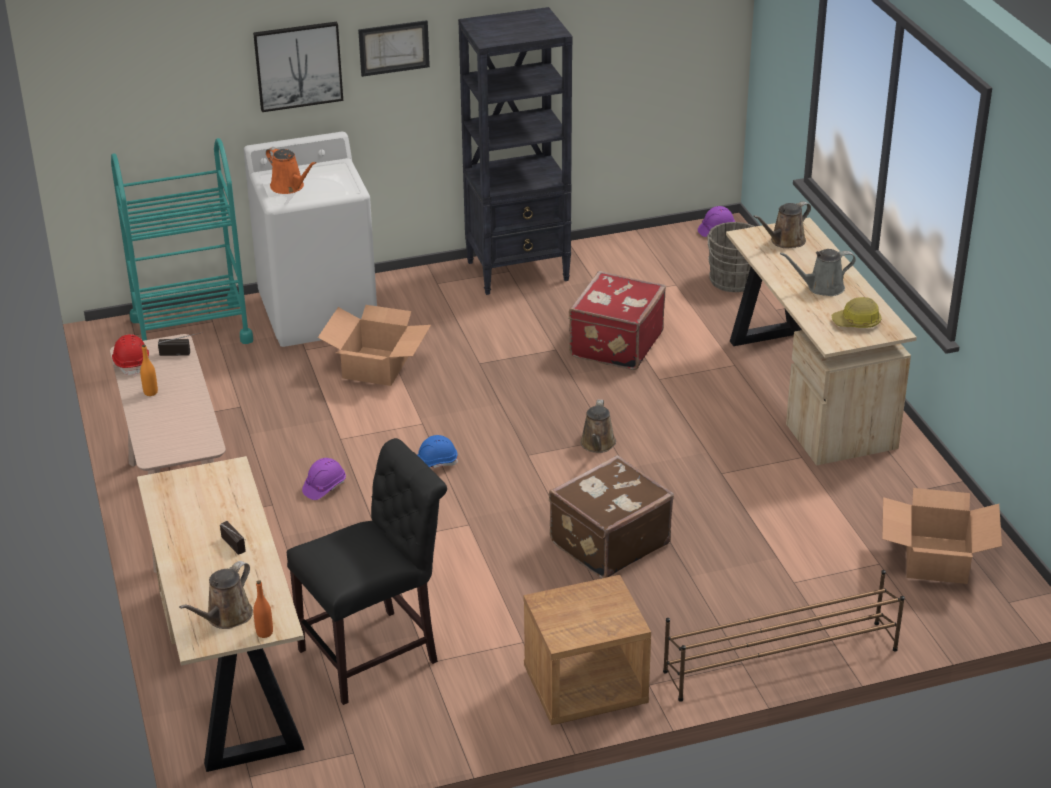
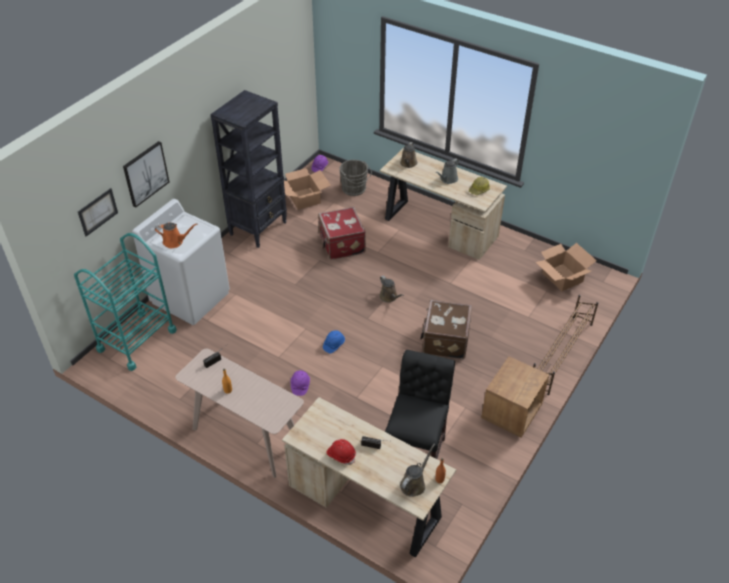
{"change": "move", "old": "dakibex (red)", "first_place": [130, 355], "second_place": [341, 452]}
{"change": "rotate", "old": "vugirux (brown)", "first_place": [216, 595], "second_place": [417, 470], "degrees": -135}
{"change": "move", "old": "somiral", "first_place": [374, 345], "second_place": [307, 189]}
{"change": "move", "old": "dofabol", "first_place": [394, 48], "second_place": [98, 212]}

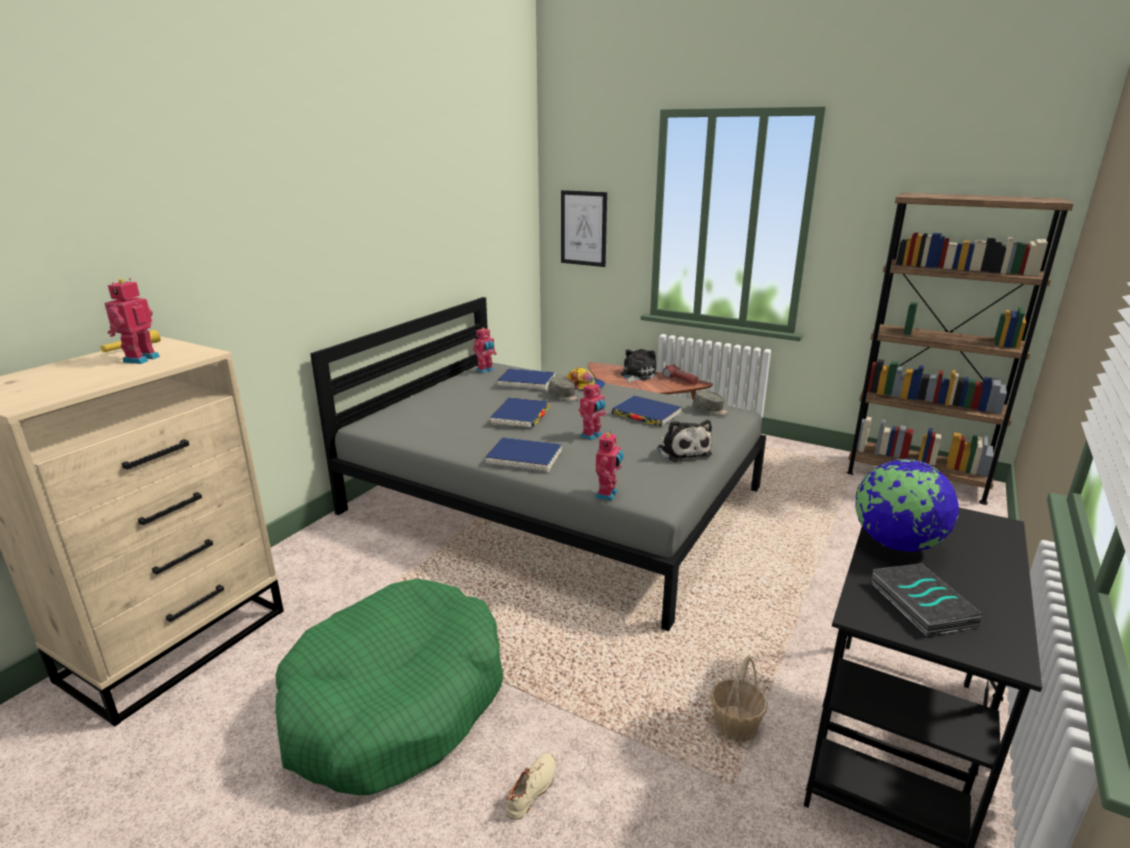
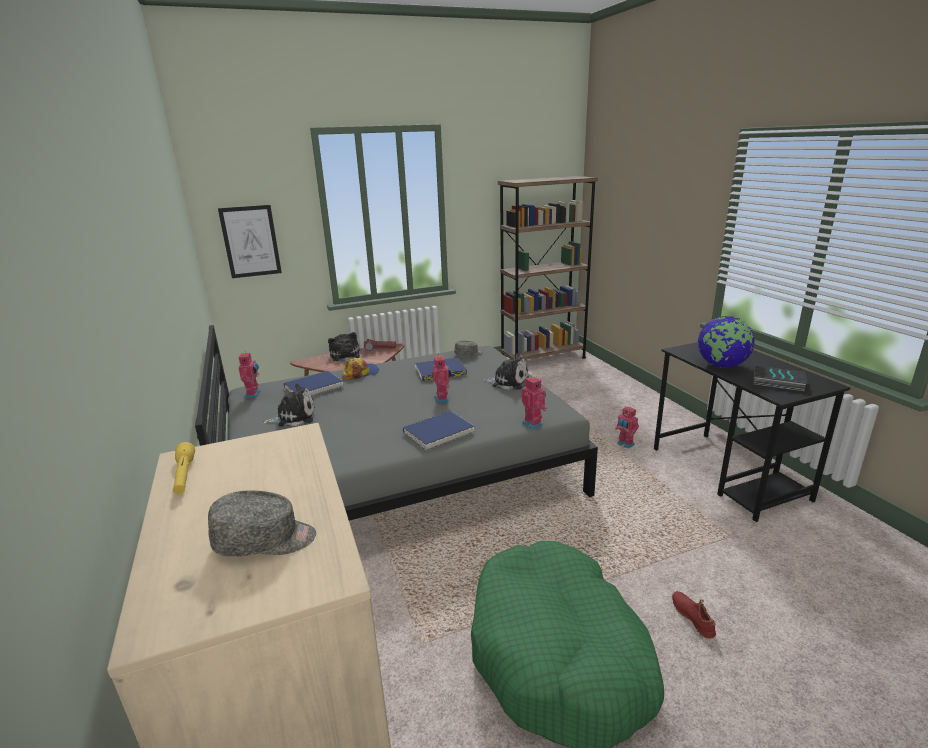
{"change": "move", "old": "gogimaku", "first_place": [132, 321], "second_place": [627, 427]}
{"change": "delete", "old": "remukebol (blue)", "first_place": [519, 412]}
{"change": "recolor", "old": "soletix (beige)", "new": "soletix (red)", "first_place": [530, 786], "second_place": [694, 615]}
{"change": "move", "old": "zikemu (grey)", "first_place": [563, 389], "second_place": [262, 523]}
{"change": "delete", "old": "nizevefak", "first_place": [739, 699]}
{"change": "insert", "new": "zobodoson", "second_place": [288, 405]}

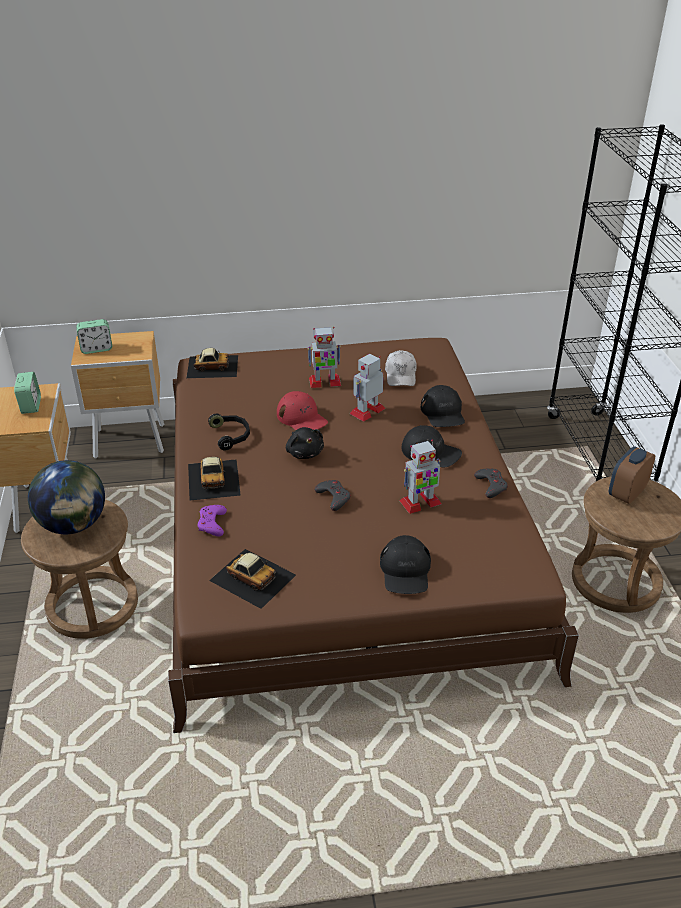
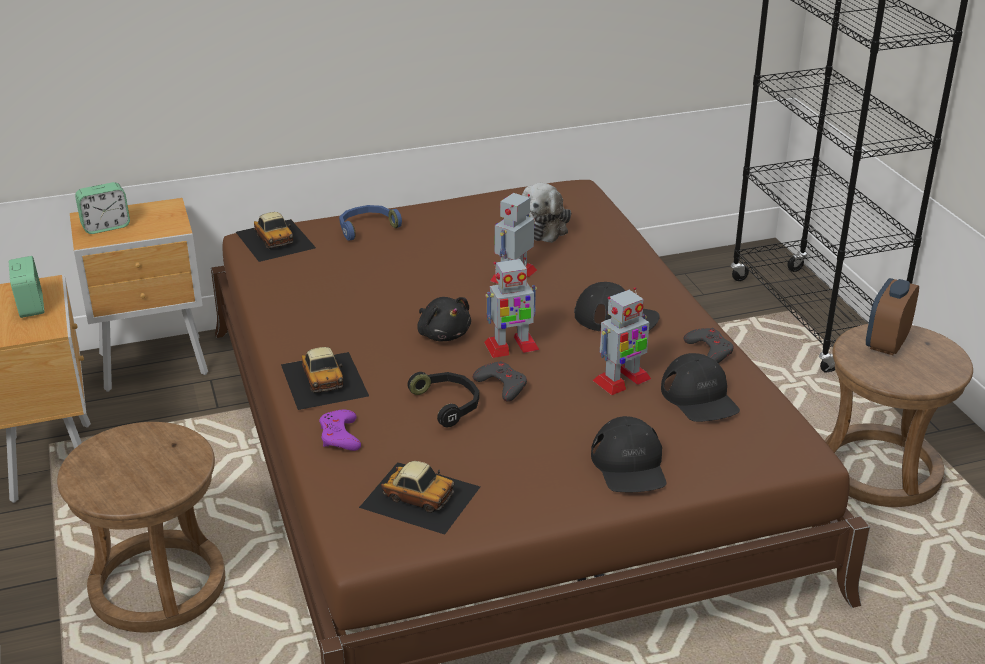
{"change": "delete", "old": "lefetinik", "first_place": [66, 497]}
{"change": "rotate", "old": "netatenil", "first_place": [212, 363], "second_place": [276, 237], "degrees": 75}
{"change": "move", "old": "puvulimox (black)", "first_place": [229, 432], "second_place": [443, 399]}
{"change": "delete", "old": "zikemu (red)", "first_place": [302, 410]}
{"change": "move", "old": "gogimaku", "first_place": [324, 357], "second_place": [511, 307]}
{"change": "replace", "old": "zikemu (white)", "new": "zobodoson", "first_place": [401, 368], "second_place": [546, 213]}
{"change": "move", "old": "zikemu (black)", "first_place": [443, 406], "second_place": [700, 387]}
{"change": "insert", "new": "puvulimox (blue)", "second_place": [370, 223]}

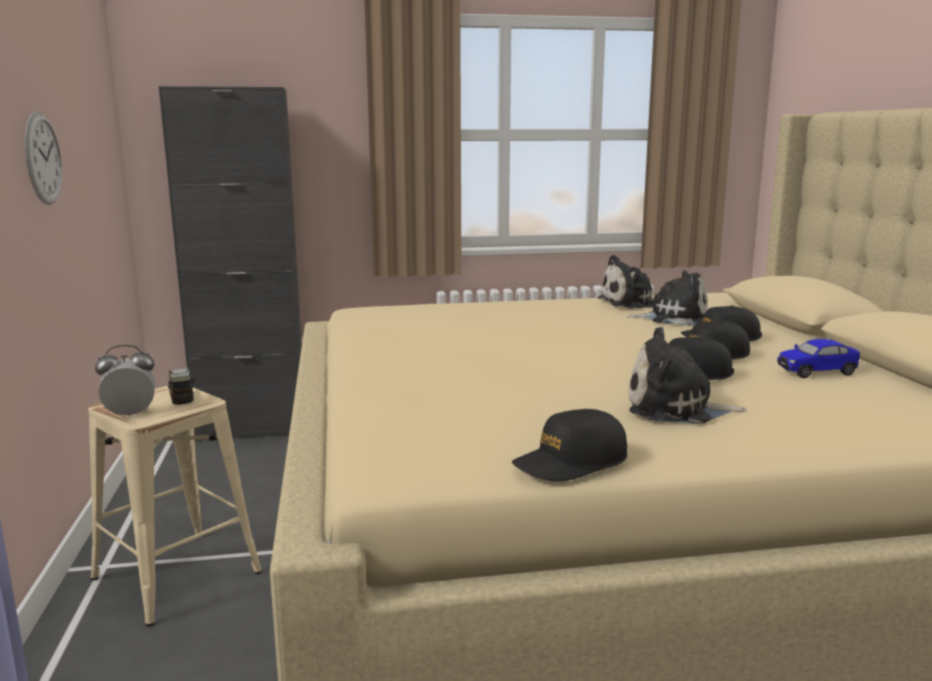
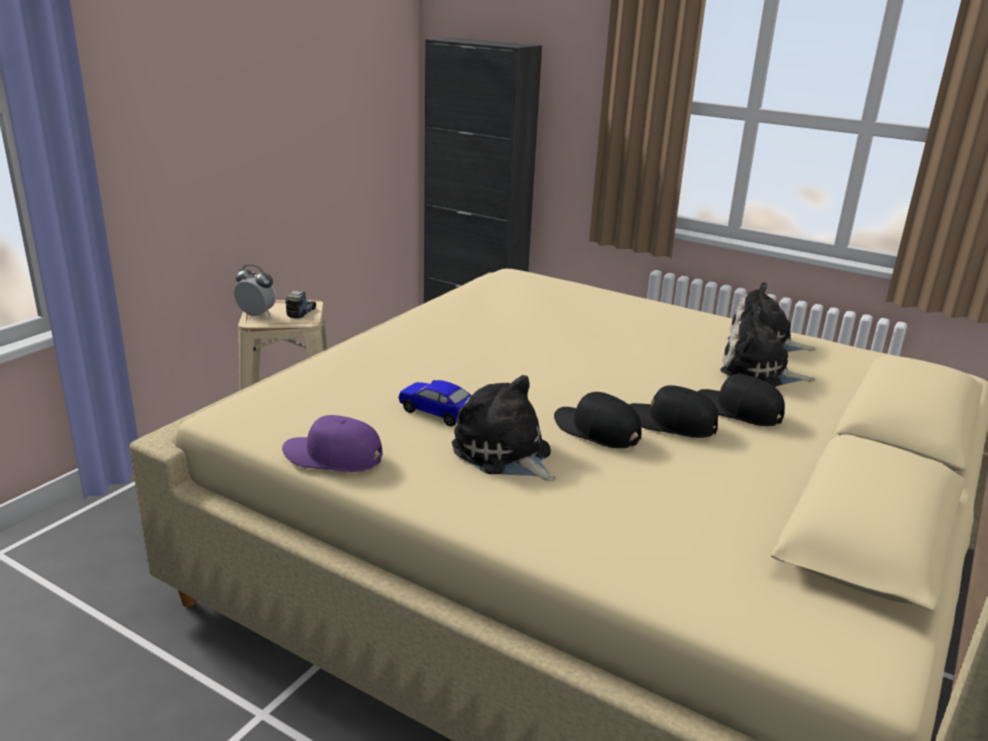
{"change": "delete", "old": "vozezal", "first_place": [43, 158]}
{"change": "recolor", "old": "zikemu (black)", "new": "zikemu (purple)", "first_place": [569, 445], "second_place": [332, 443]}
{"change": "rotate", "old": "zobodoson", "first_place": [667, 298], "second_place": [767, 347], "degrees": 150}
{"change": "move", "old": "netatenil", "first_place": [818, 358], "second_place": [435, 403]}

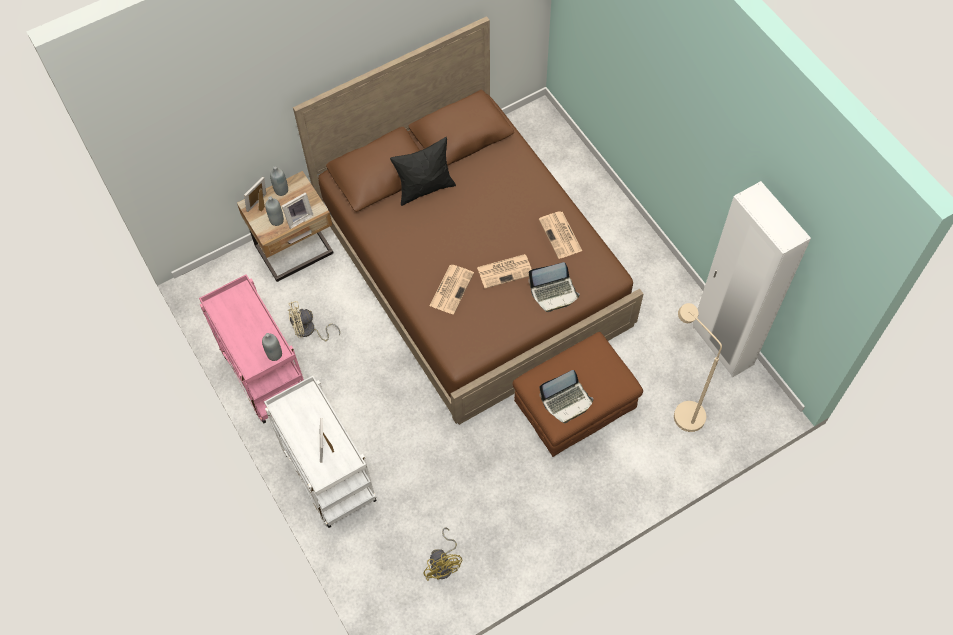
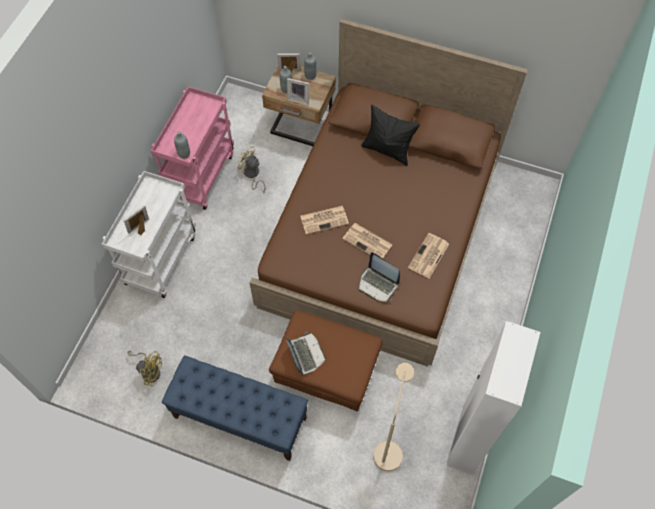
{"change": "rotate", "old": "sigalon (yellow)", "first_place": [443, 554], "second_place": [144, 368], "degrees": -105}
{"change": "rotate", "old": "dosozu", "first_place": [566, 396], "second_place": [306, 353], "degrees": -135}
{"change": "insert", "new": "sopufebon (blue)", "second_place": [235, 408]}

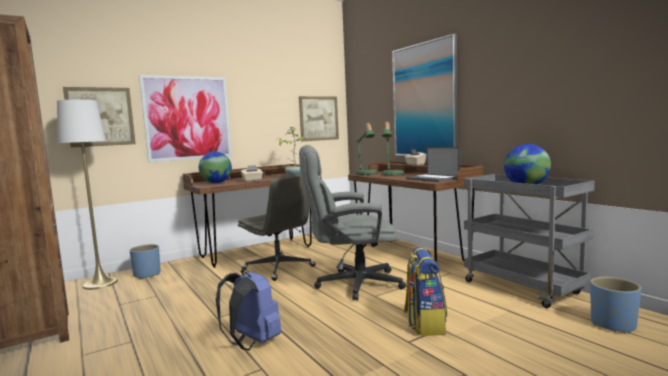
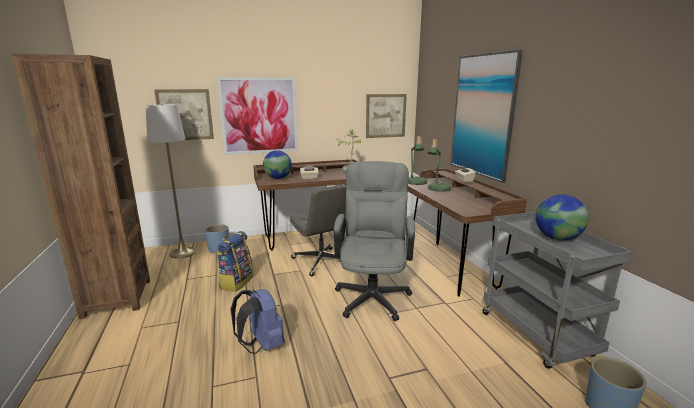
{"change": "rotate", "old": "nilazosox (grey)", "first_place": [352, 222], "second_place": [374, 241], "degrees": 90}
{"change": "move", "old": "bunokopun", "first_place": [425, 291], "second_place": [235, 261]}
{"change": "delete", "old": "dosozu", "first_place": [433, 164]}

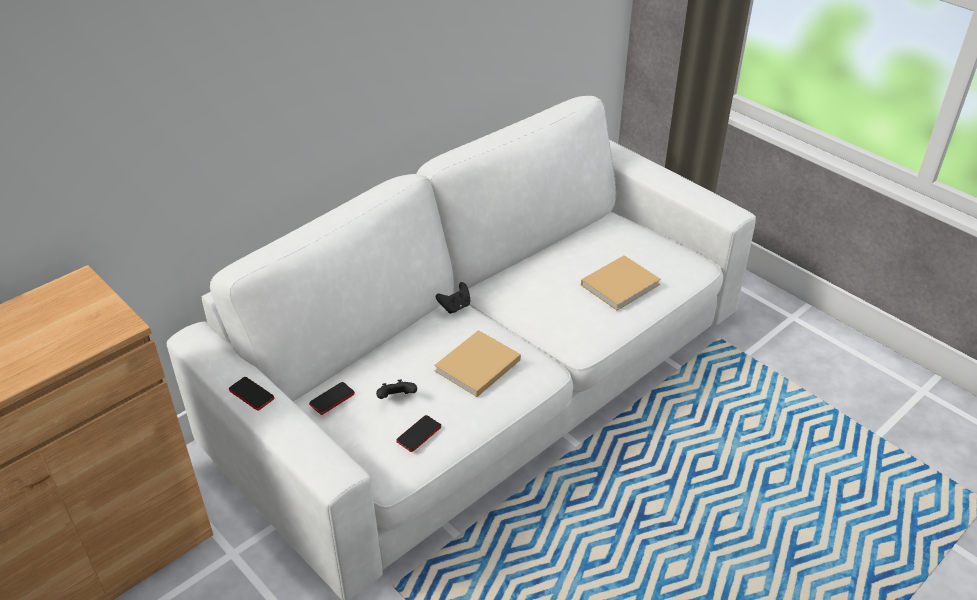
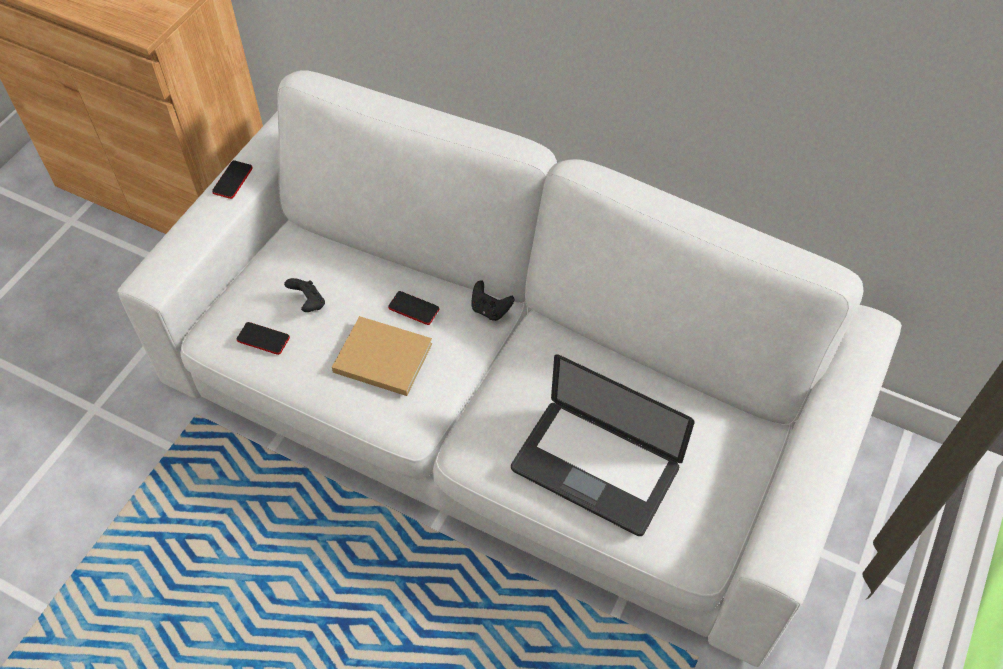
{"change": "move", "old": "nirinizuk", "first_place": [332, 398], "second_place": [413, 308]}
{"change": "replace", "old": "remukebol (beige)", "new": "dosozu", "first_place": [621, 283], "second_place": [603, 445]}

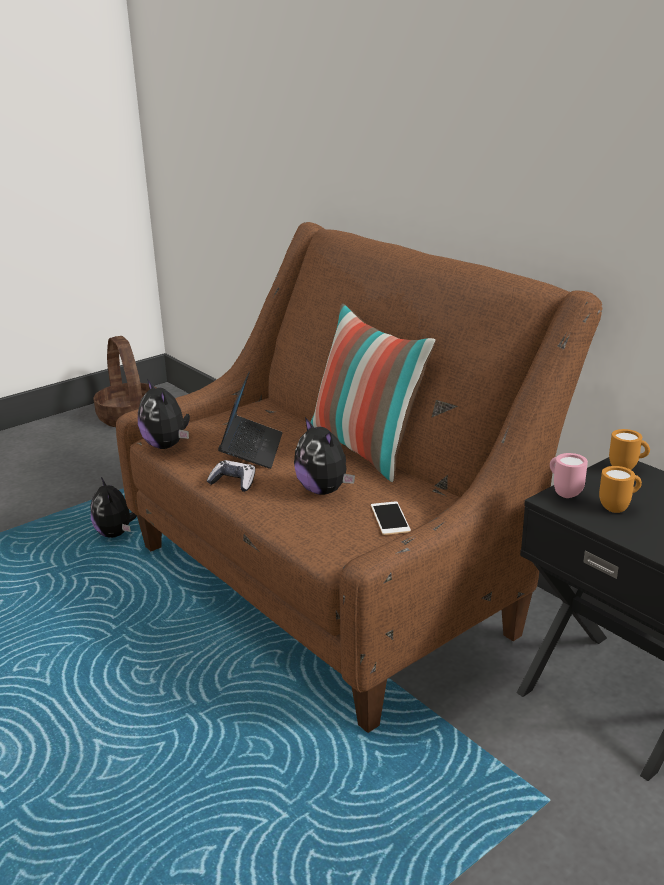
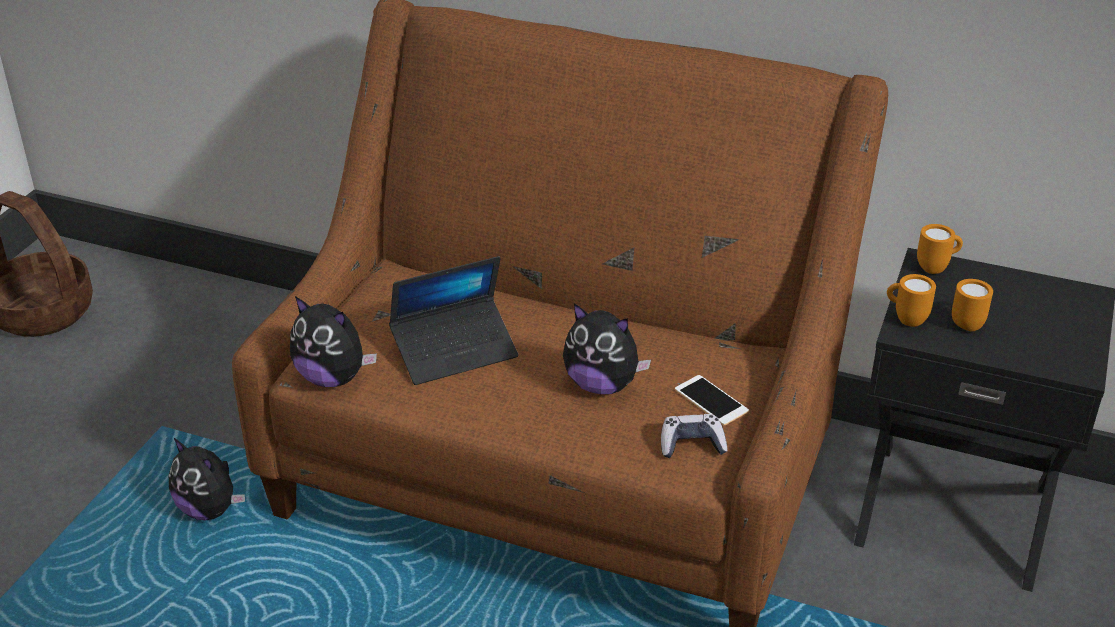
{"change": "move", "old": "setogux", "first_place": [231, 476], "second_place": [694, 436]}
{"change": "rotate", "old": "dosozu", "first_place": [250, 420], "second_place": [453, 320], "degrees": 90}
{"change": "delete", "old": "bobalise", "first_place": [373, 392]}
{"change": "recolor", "old": "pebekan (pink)", "new": "pebekan (orange)", "first_place": [569, 475], "second_place": [911, 300]}

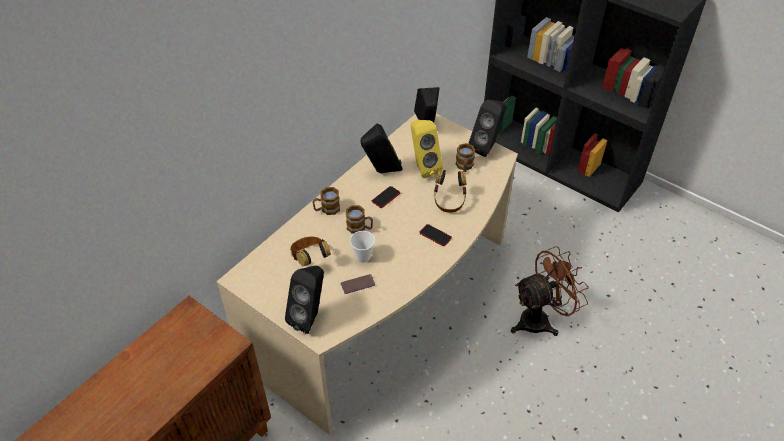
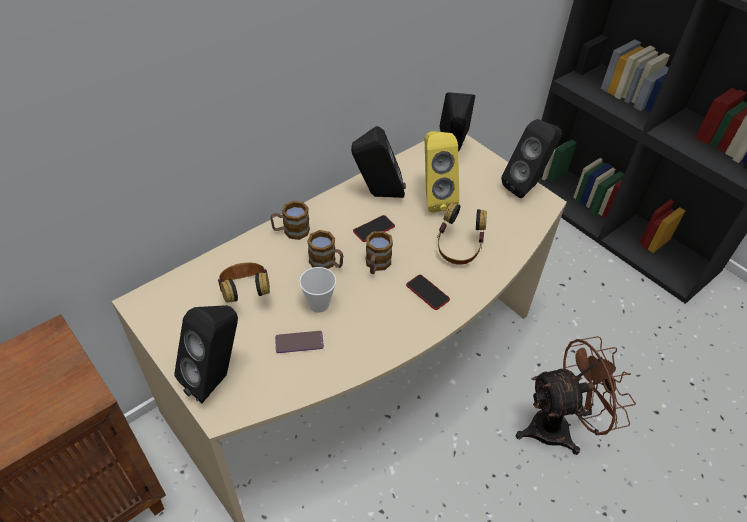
{"change": "move", "old": "pebekan", "first_place": [465, 157], "second_place": [379, 252]}

